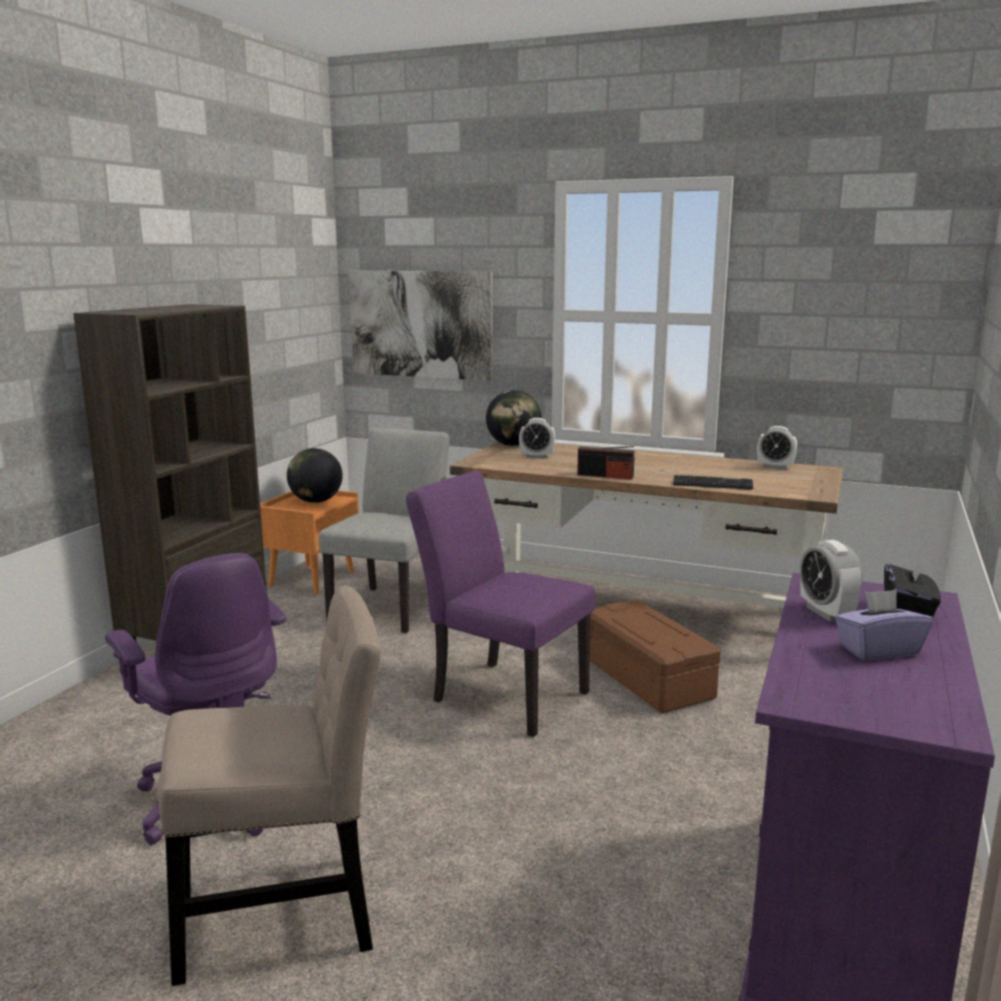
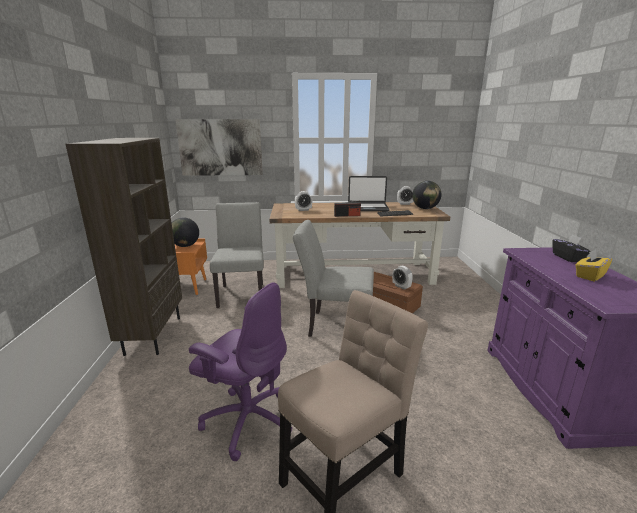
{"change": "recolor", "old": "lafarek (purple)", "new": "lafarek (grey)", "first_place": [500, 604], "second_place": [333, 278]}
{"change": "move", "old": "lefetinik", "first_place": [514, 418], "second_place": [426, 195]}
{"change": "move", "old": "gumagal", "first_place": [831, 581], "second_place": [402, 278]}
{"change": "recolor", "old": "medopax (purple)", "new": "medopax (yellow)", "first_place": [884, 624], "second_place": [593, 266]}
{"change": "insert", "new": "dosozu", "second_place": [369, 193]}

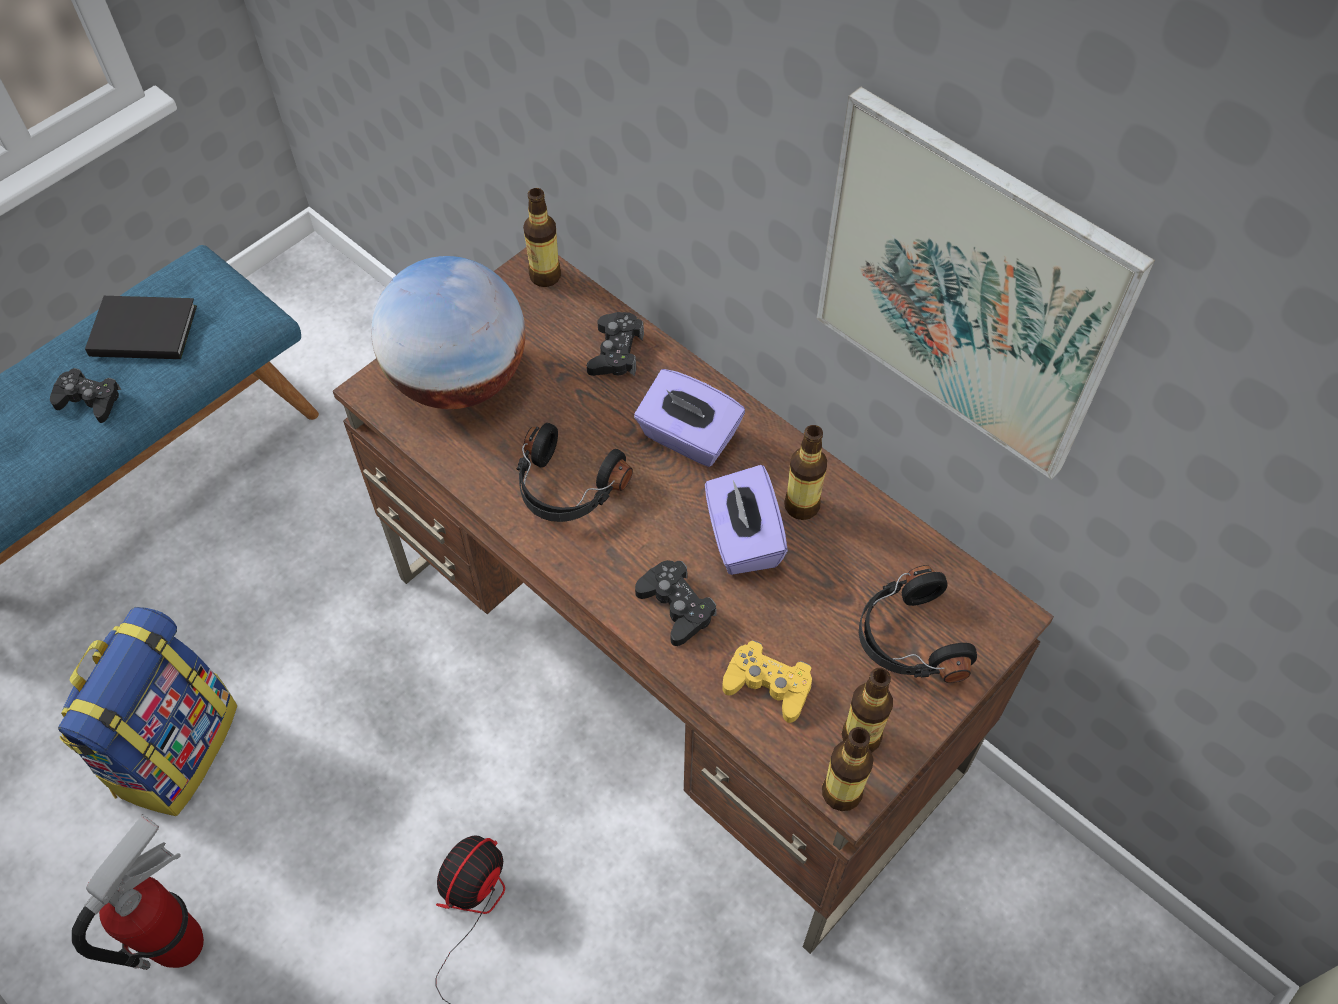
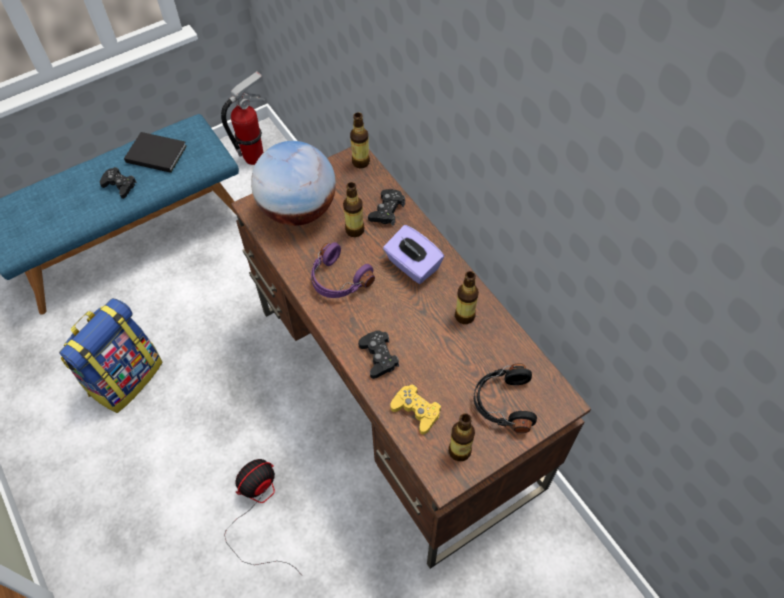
{"change": "move", "old": "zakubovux", "first_place": [138, 892], "second_place": [243, 118]}
{"change": "recolor", "old": "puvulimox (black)", "new": "puvulimox (purple)", "first_place": [575, 472], "second_place": [343, 270]}
{"change": "delete", "old": "medopax (purple)", "first_place": [746, 520]}
{"change": "delete", "old": "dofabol", "first_place": [985, 283]}
{"change": "move", "old": "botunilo", "first_place": [848, 769], "second_place": [353, 209]}

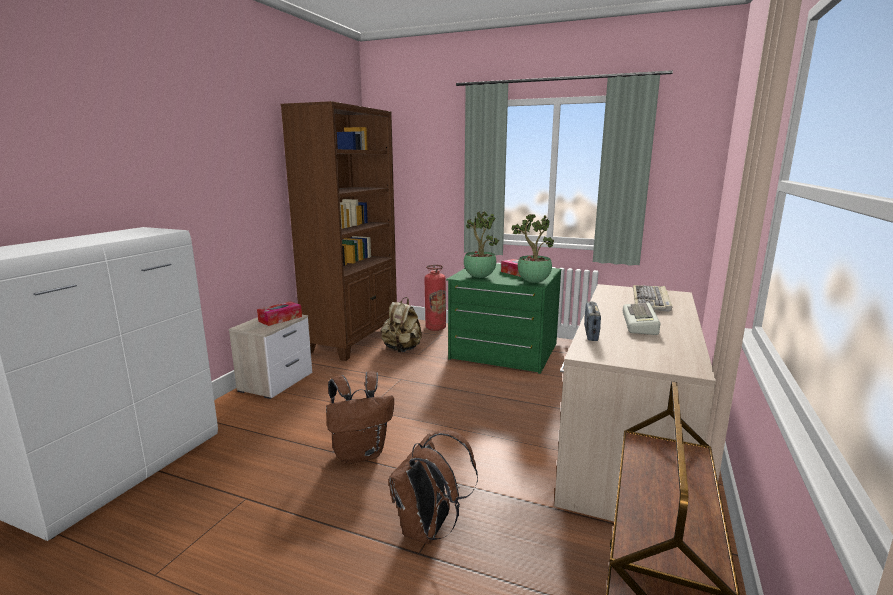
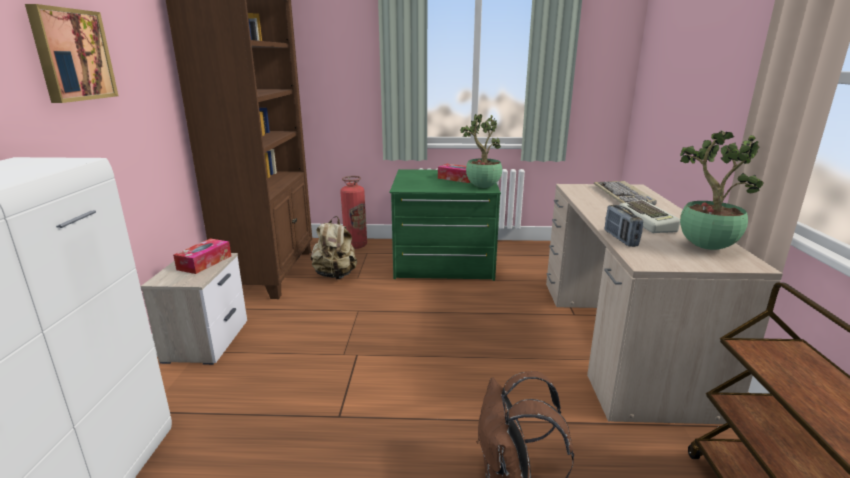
{"change": "delete", "old": "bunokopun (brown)", "first_place": [360, 417]}
{"change": "move", "old": "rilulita", "first_place": [481, 244], "second_place": [722, 190]}
{"change": "insert", "new": "dofabol", "second_place": [71, 53]}

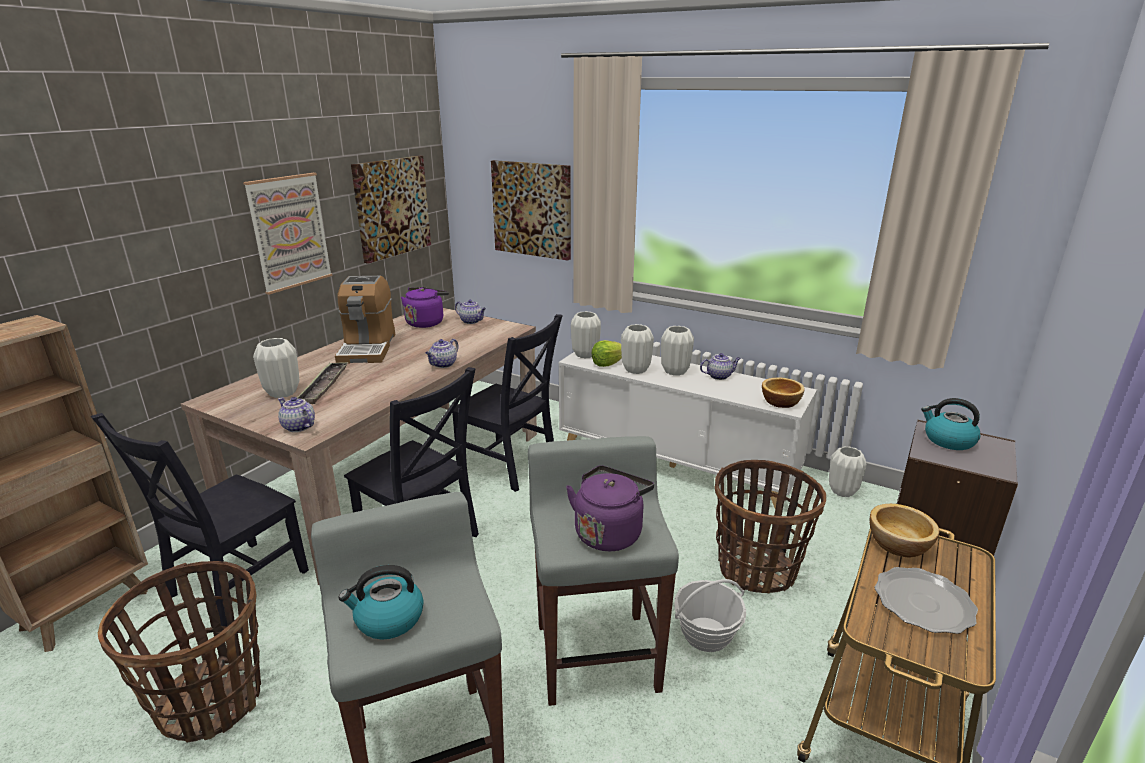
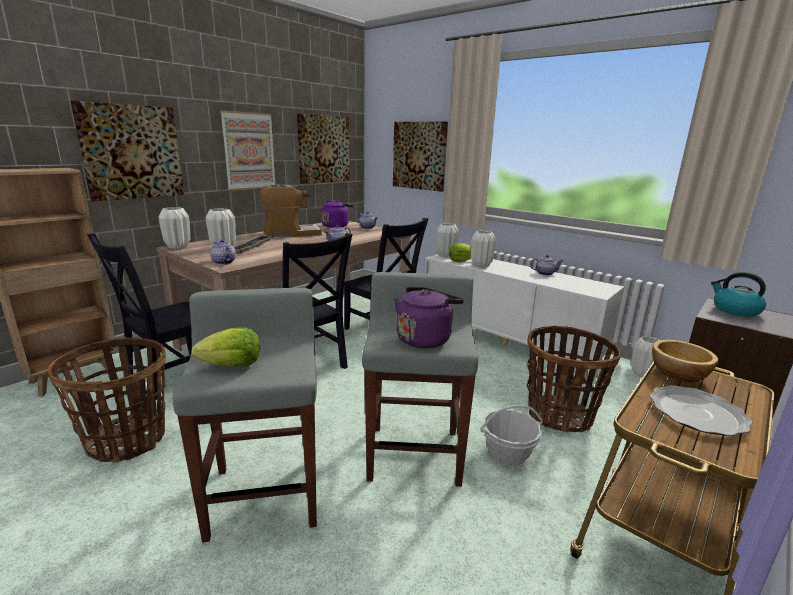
{"change": "rotate", "old": "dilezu", "first_place": [365, 320], "second_place": [291, 211], "degrees": -120}
{"change": "replace", "old": "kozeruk", "new": "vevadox", "first_place": [381, 602], "second_place": [226, 347]}
{"change": "move", "old": "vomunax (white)", "first_place": [677, 351], "second_place": [174, 228]}
{"change": "delete", "old": "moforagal", "first_place": [783, 393]}
{"change": "insert", "new": "dofabol", "second_place": [127, 151]}

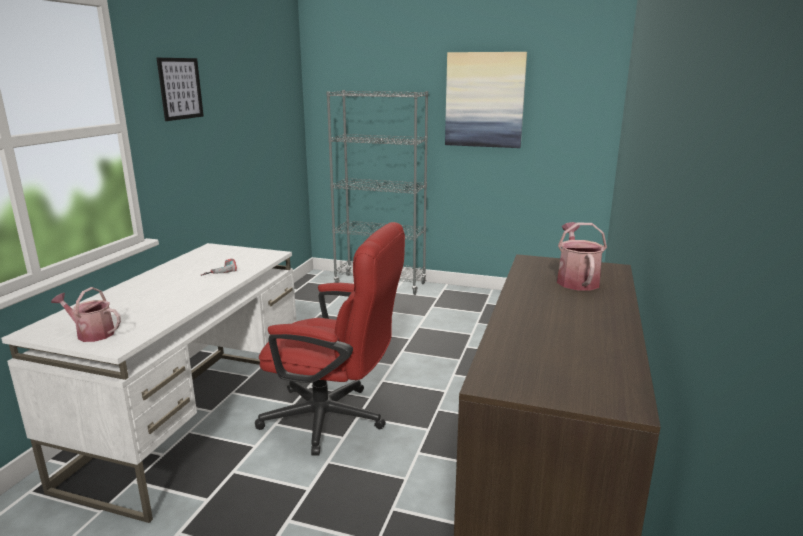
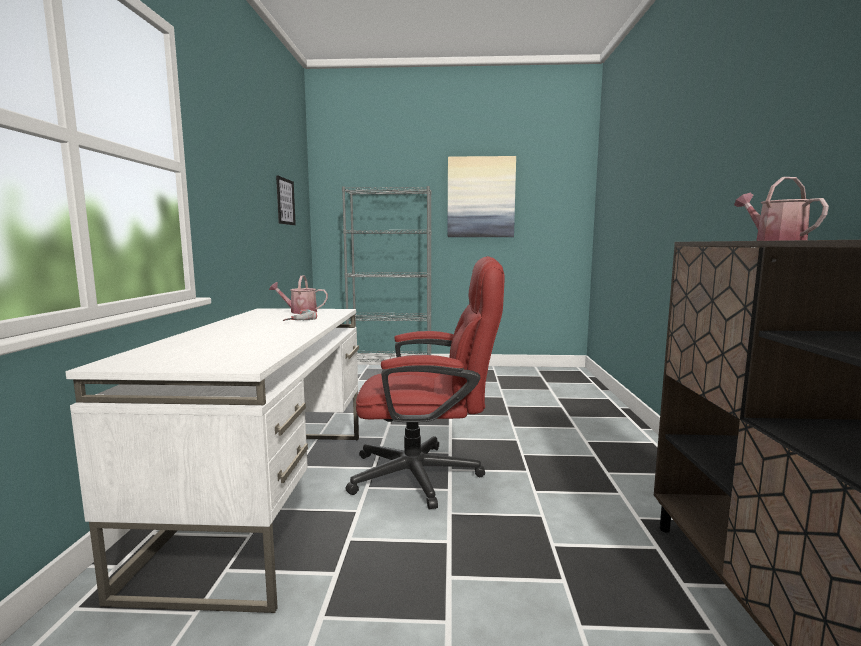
{"change": "move", "old": "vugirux", "first_place": [86, 314], "second_place": [298, 294]}
{"change": "move", "old": "dofabol", "first_place": [180, 89], "second_place": [286, 200]}

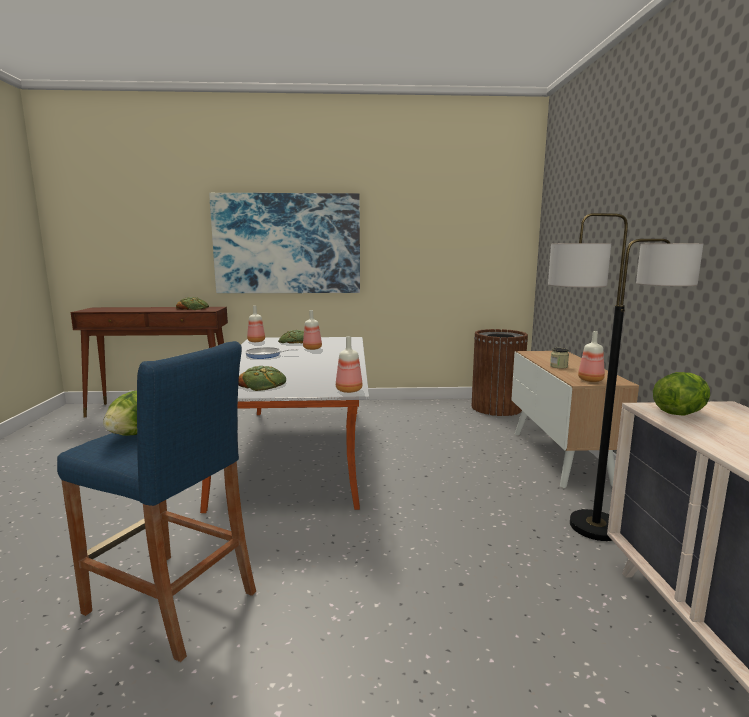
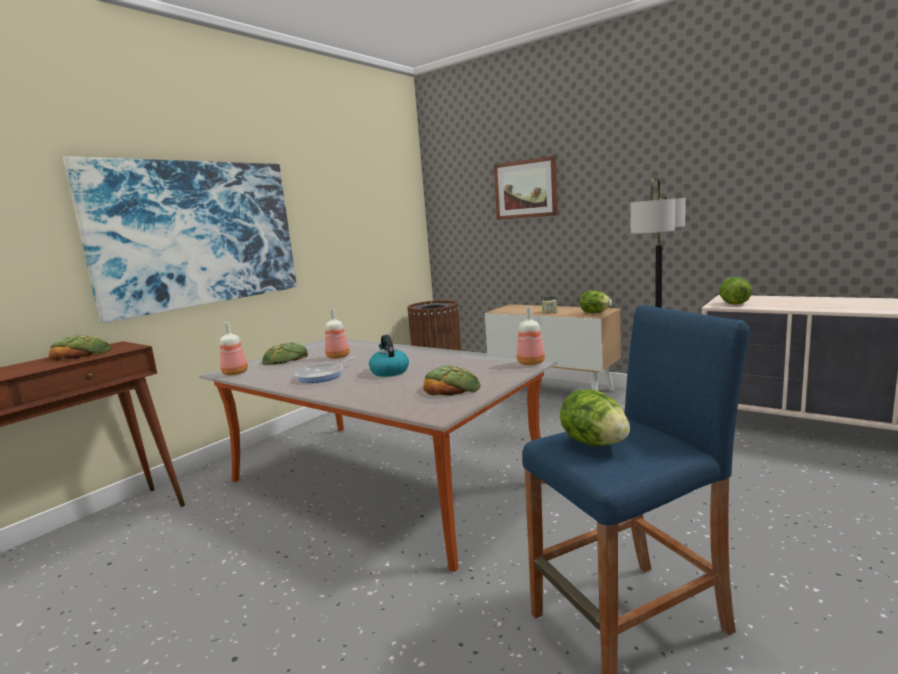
{"change": "replace", "old": "botunilo", "new": "vevadox", "first_place": [591, 356], "second_place": [596, 301]}
{"change": "insert", "new": "kozeruk", "second_place": [389, 356]}
{"change": "insert", "new": "dofabol", "second_place": [526, 188]}

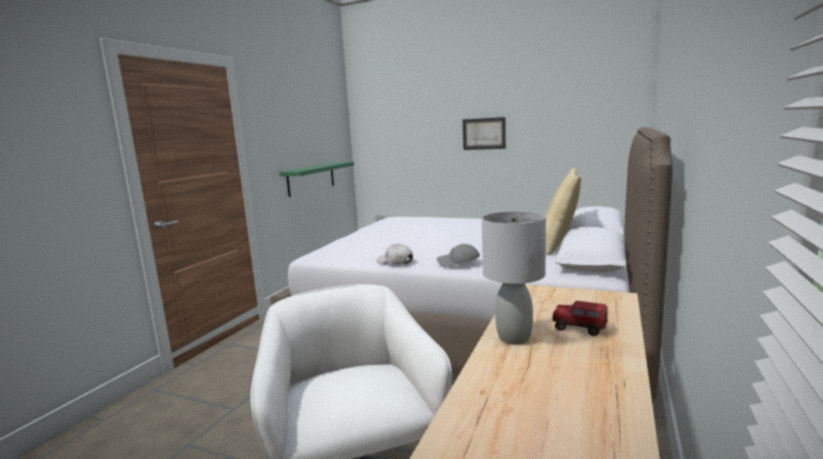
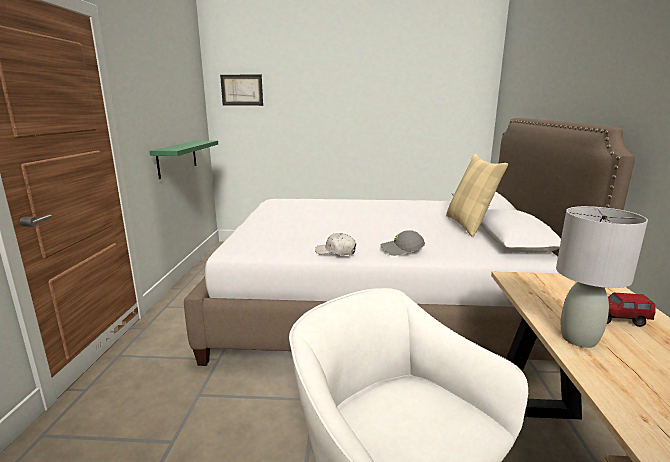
{"change": "move", "old": "dofabol", "first_place": [484, 133], "second_place": [241, 90]}

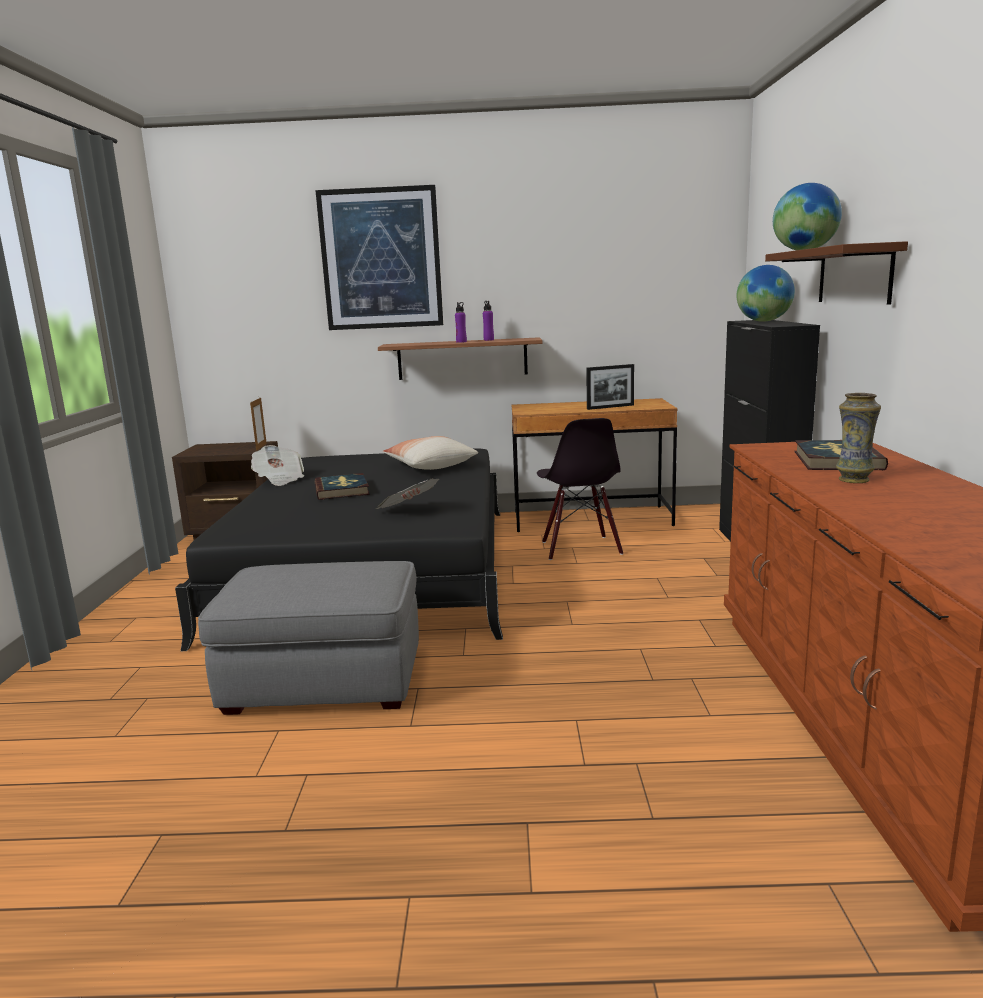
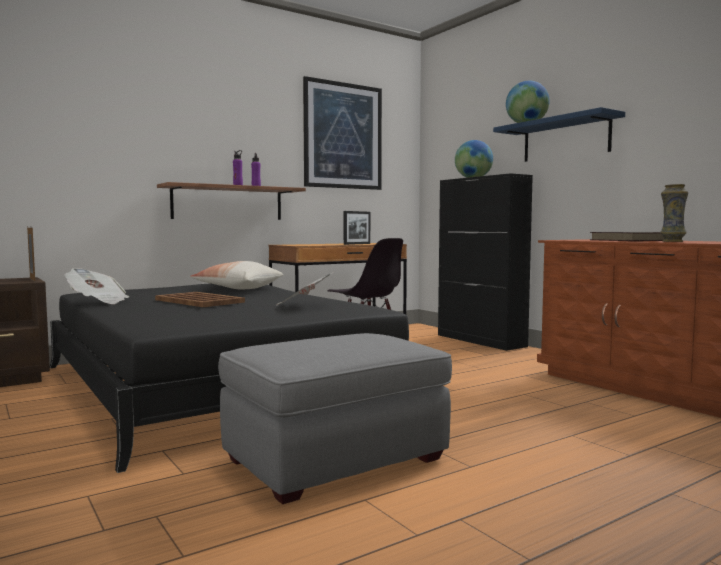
{"change": "move", "old": "dofabol", "first_place": [379, 257], "second_place": [342, 133]}
{"change": "replace", "old": "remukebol", "new": "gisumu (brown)", "first_place": [342, 486], "second_place": [200, 299]}
{"change": "recolor", "old": "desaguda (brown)", "new": "desaguda (blue)", "first_place": [836, 272], "second_place": [559, 134]}

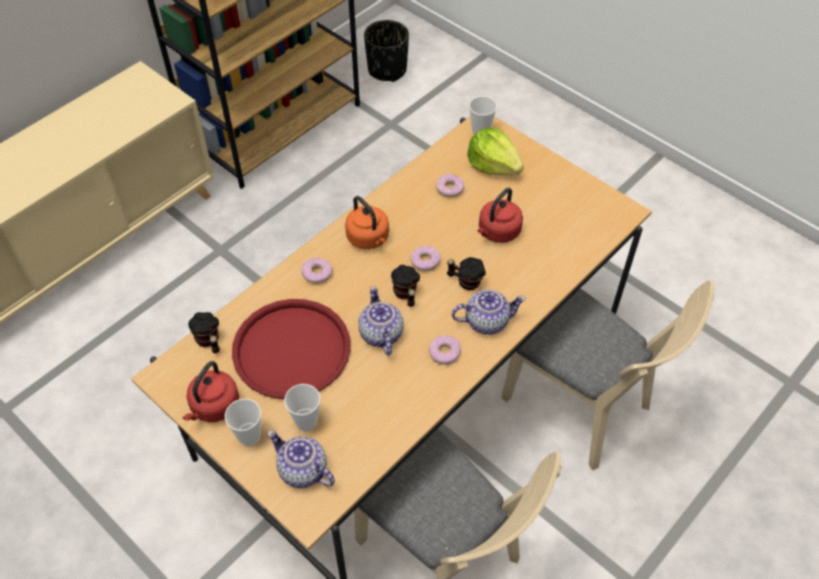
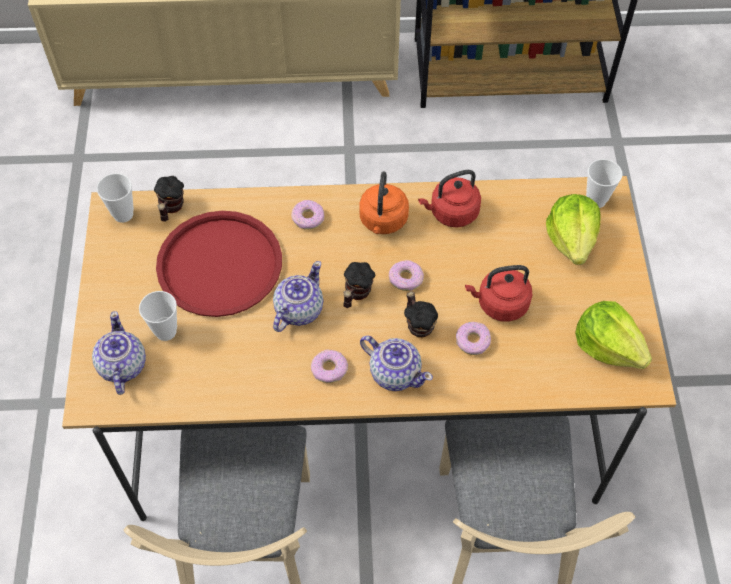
{"change": "move", "old": "kozeruk (red)", "first_place": [211, 391], "second_place": [449, 198]}
{"change": "move", "old": "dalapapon", "first_place": [243, 423], "second_place": [115, 198]}
{"change": "delete", "old": "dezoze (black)", "first_place": [386, 51]}
{"change": "move", "old": "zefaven", "first_place": [450, 185], "second_place": [473, 338]}
{"change": "insert", "new": "vevadox", "second_place": [613, 335]}

